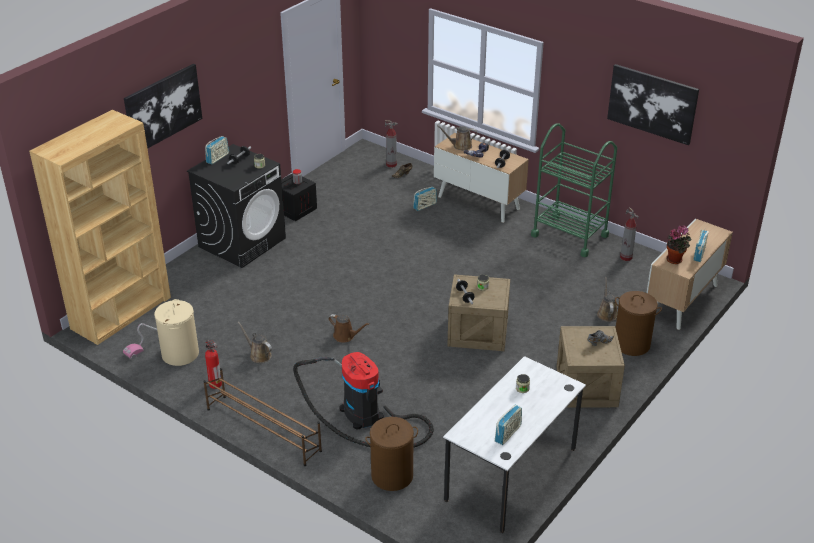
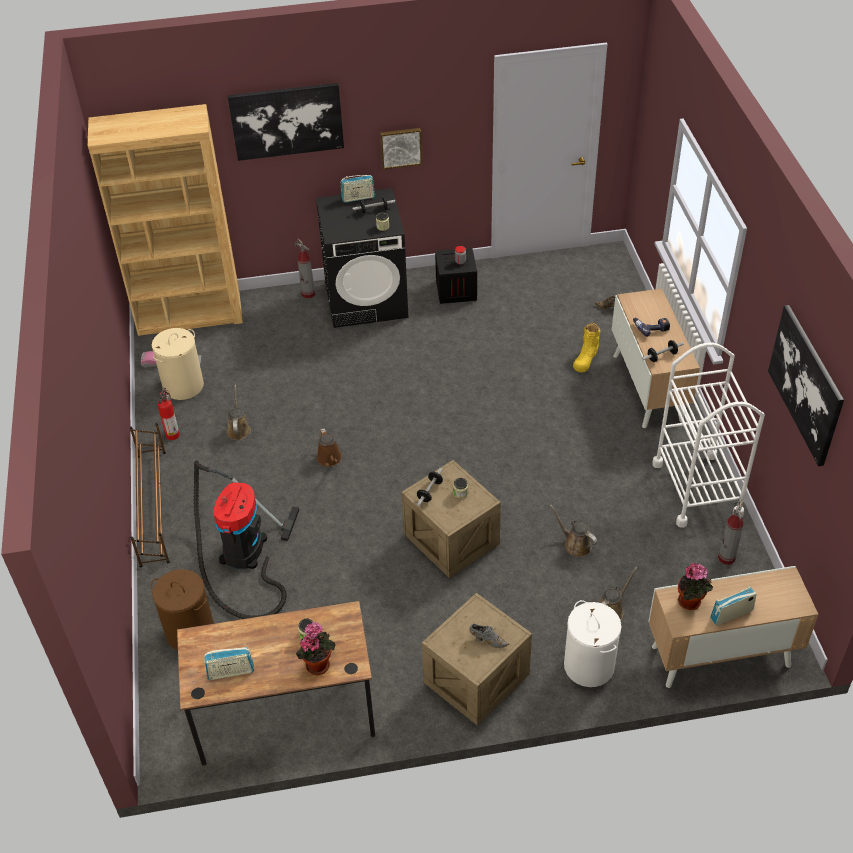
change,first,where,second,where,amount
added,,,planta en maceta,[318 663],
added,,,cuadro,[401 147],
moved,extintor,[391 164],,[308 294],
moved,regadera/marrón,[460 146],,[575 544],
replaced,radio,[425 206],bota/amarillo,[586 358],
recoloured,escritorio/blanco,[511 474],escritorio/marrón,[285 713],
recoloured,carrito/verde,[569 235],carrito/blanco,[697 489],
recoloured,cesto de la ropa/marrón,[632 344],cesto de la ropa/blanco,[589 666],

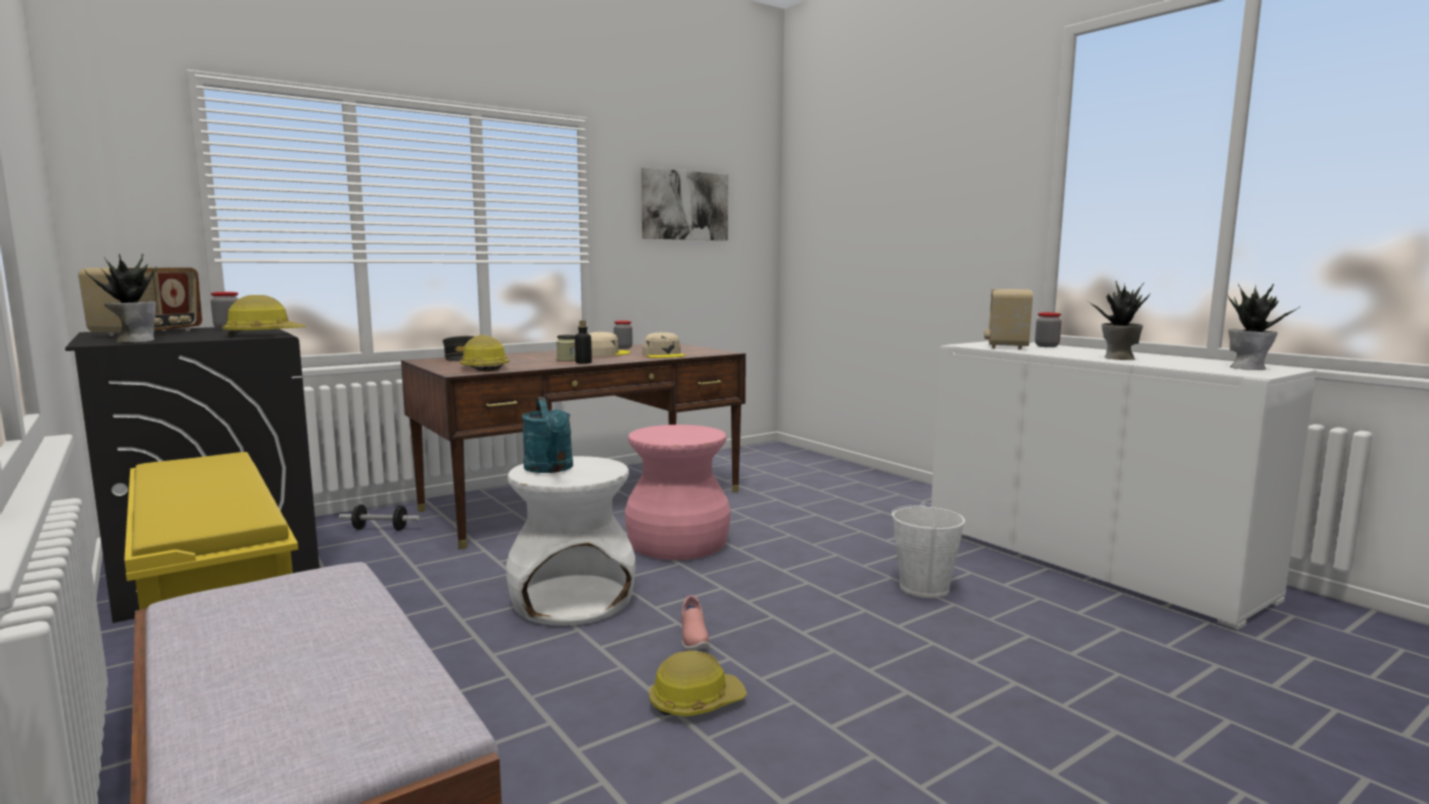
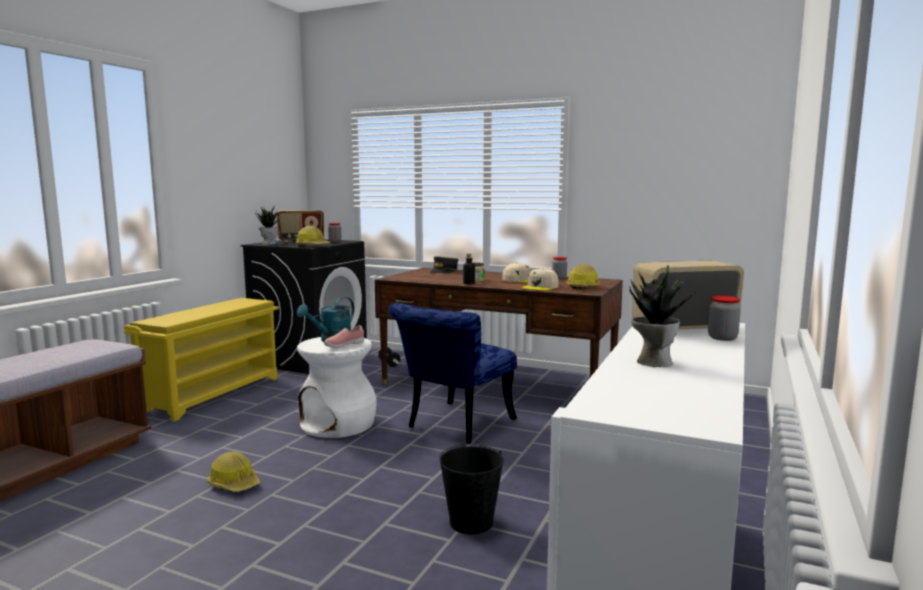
change,first,where,second,where,amount
removed,cuadro,[684 205],,,
removed,planta en maceta,[1248 368],,,
moved,casco,[483 368],,[583 287],
moved,zapato/rosa,[693 639],,[344 346],
replaced,taburete/rosa,[677 544],silla/azul,[454 425],
recoloured,cubo/blanco,[924 587],cubo/negro,[471 522],

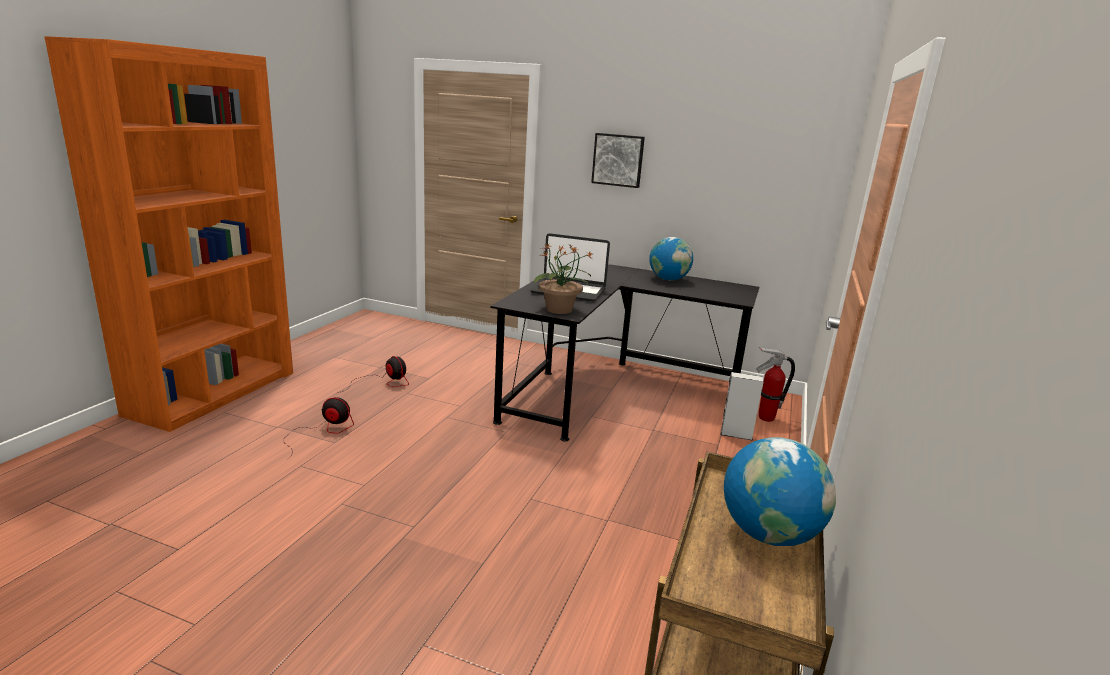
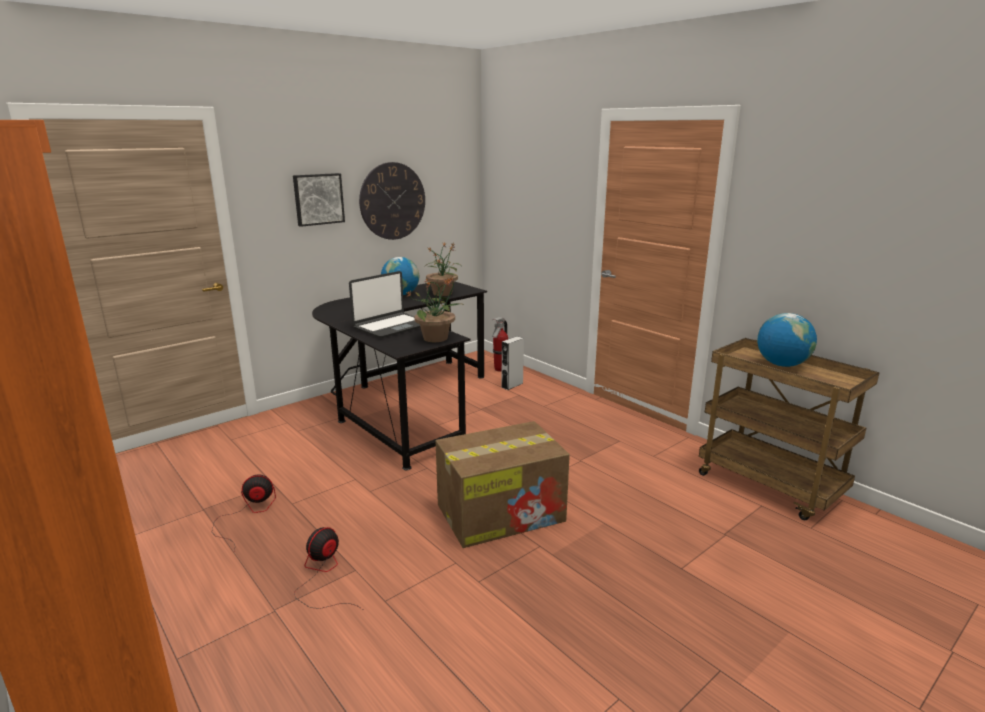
change,first,where,second,where,amount
added,,,reloj de pared,[392 201],
added,,,planta en maceta,[442 293],
added,,,caja de cartón,[502 512],

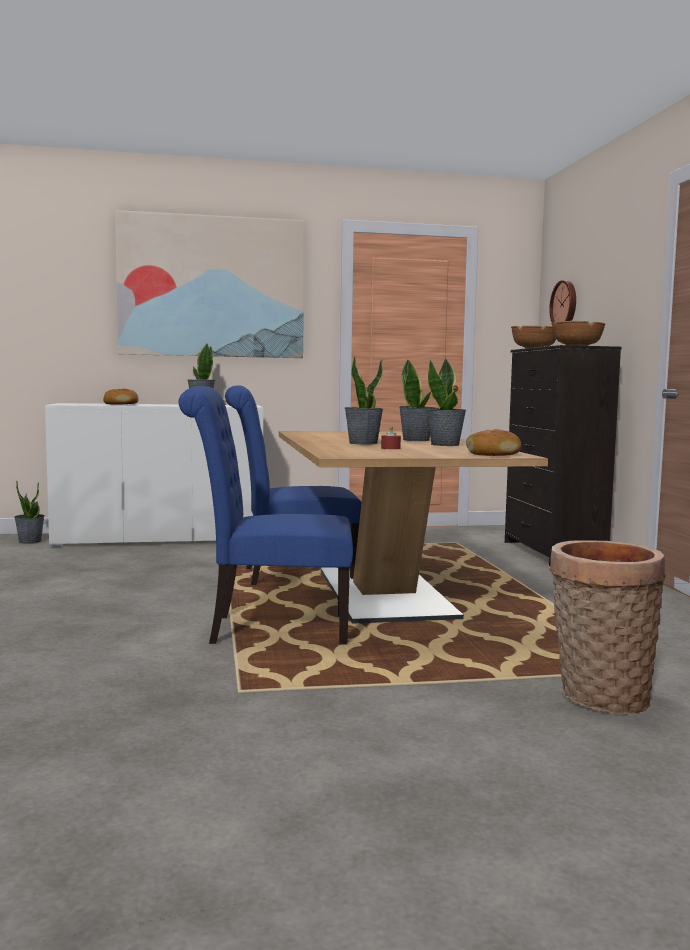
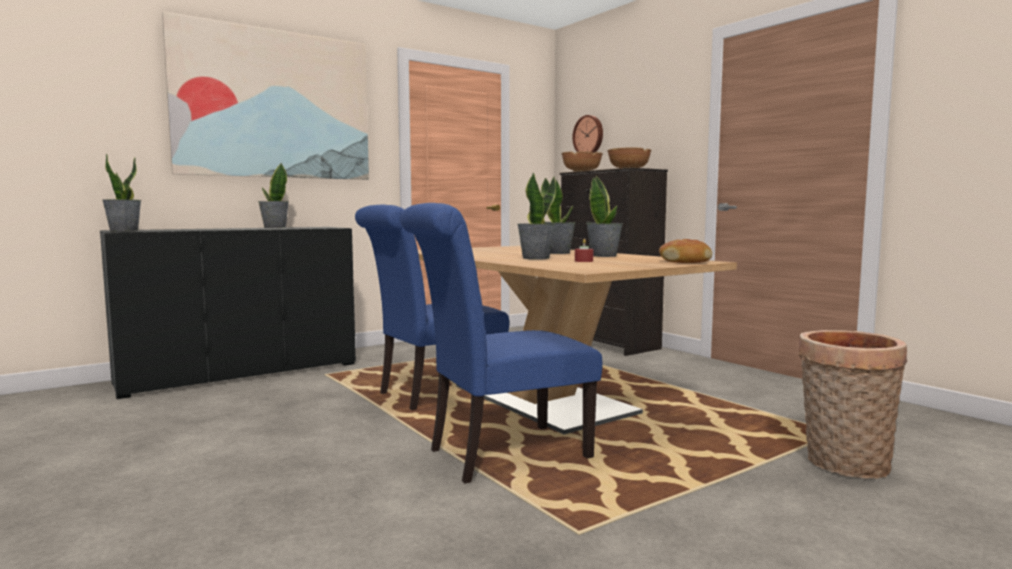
change,first,where,second,where,amount
removed,pan,[121 404],,,
moved,planta en maceta,[30 541],,[124 230],
recoloured,armario/blanco,[160 538],armario/negro,[240 372],

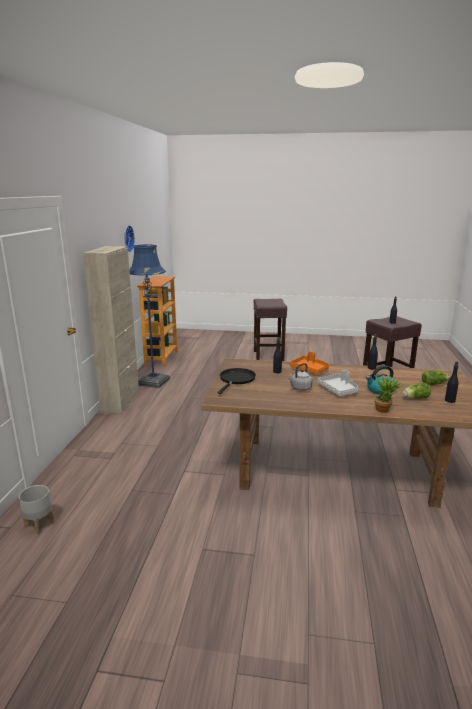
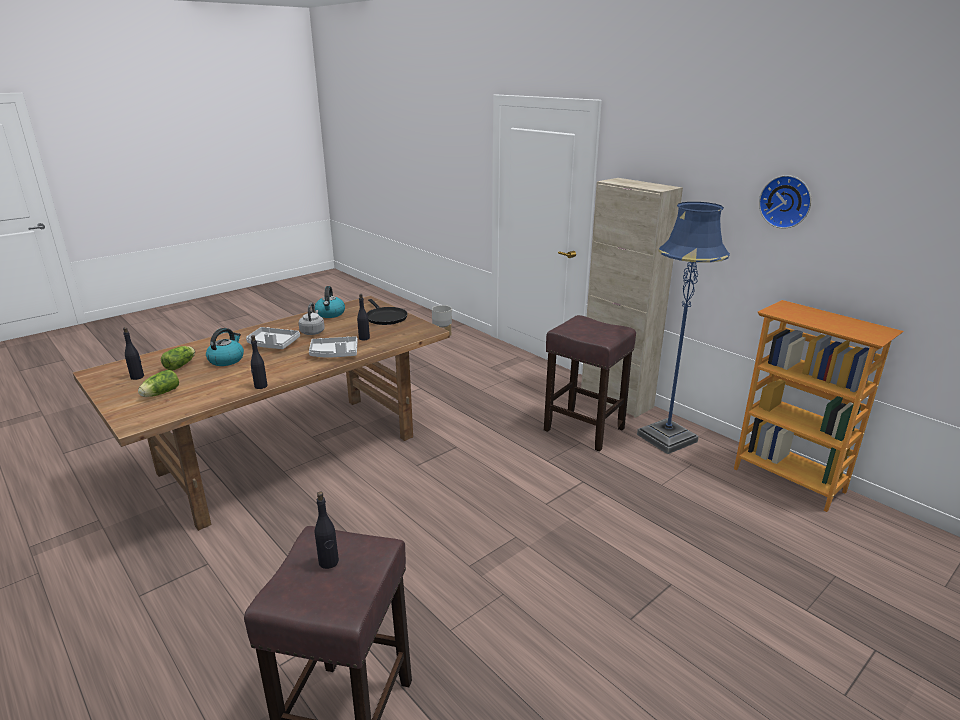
change,first,where,second,where,amount
removed,planta en maceta,[384 409],,,
added,,,hervidor,[330 314],
moved,taburete/marrón,[268 356],,[582 429],
recoloured,bandeja/naranja,[309 369],bandeja/gris,[334 354],

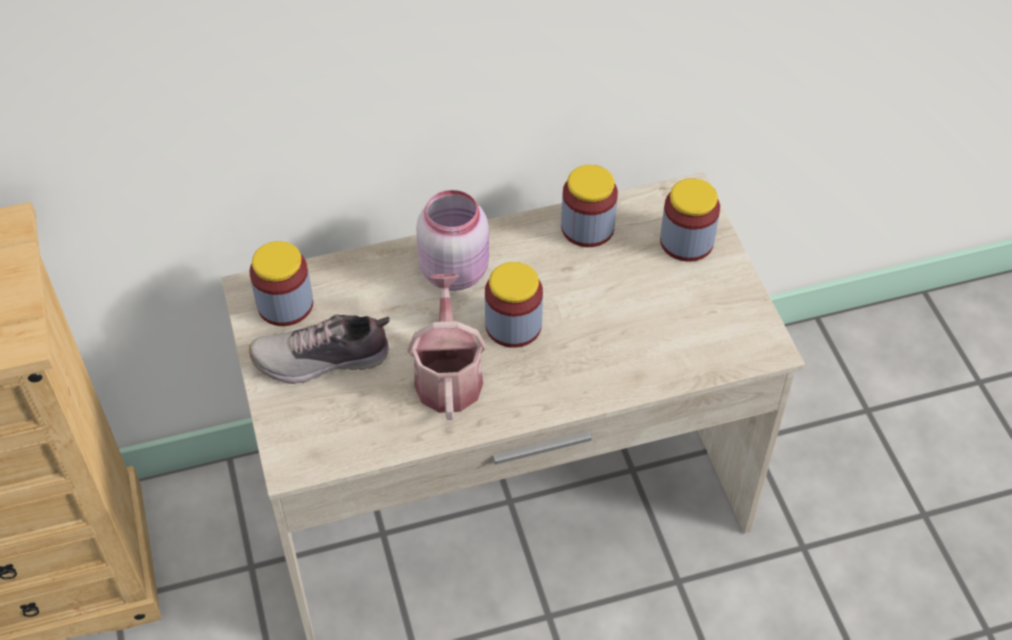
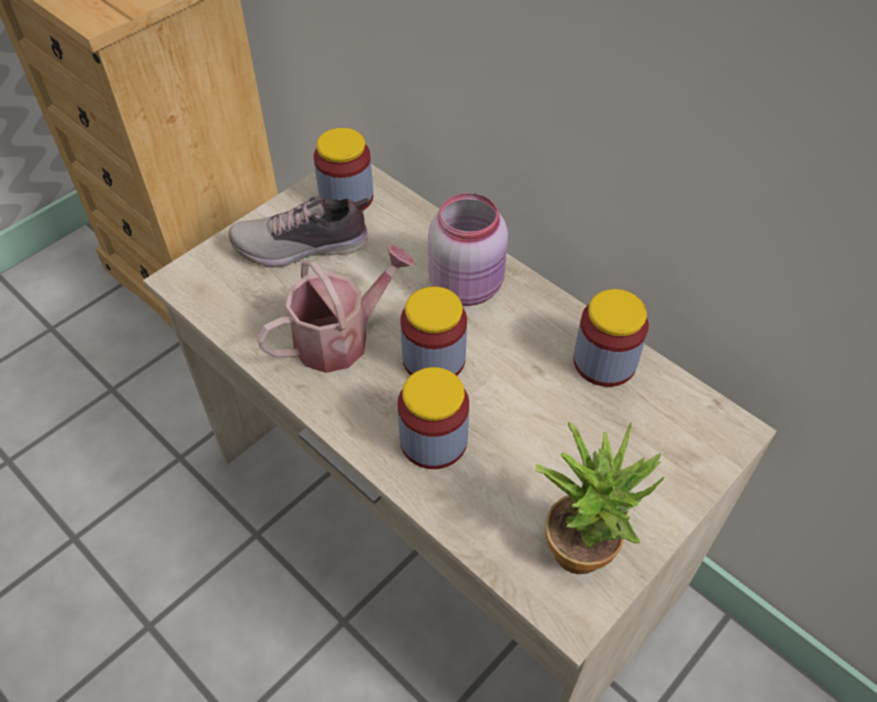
change,first,where,second,where,amount
added,,,planta en maceta,[583 541],
moved,tarro,[686 241],,[433 440],
turned,zapato,[323 360],,[303 247],60 degrees counterclockwise

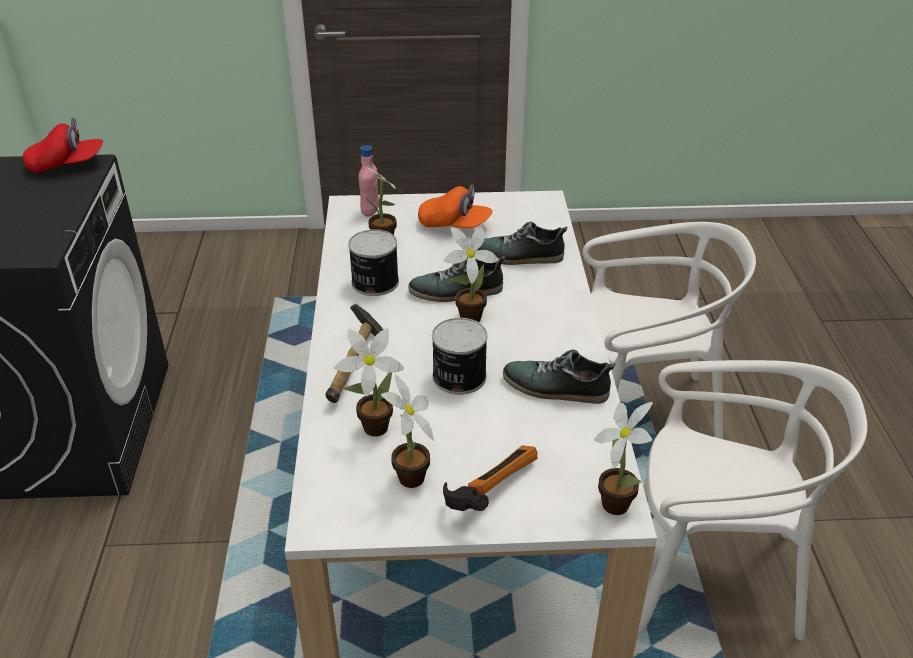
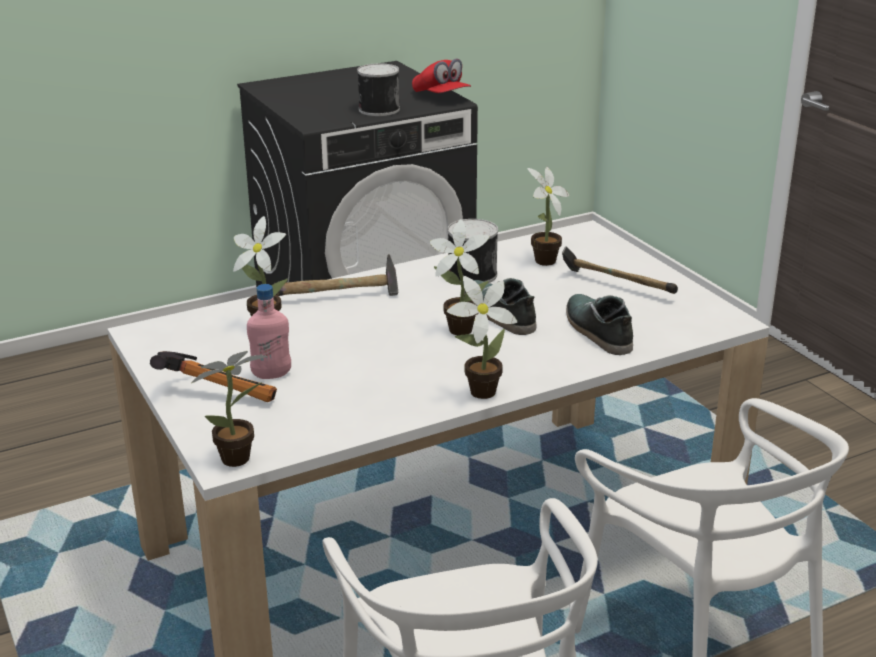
change,first,where,second,where,amount
removed,zapato,[555 388],,,
moved,botella/rosa,[370 211],,[271 375],
moved,planta en maceta,[409 482],,[478 392],
moved,lata,[458 377],,[378 109],
replaced,gorra/naranja,[454 225],martillo,[615 286],

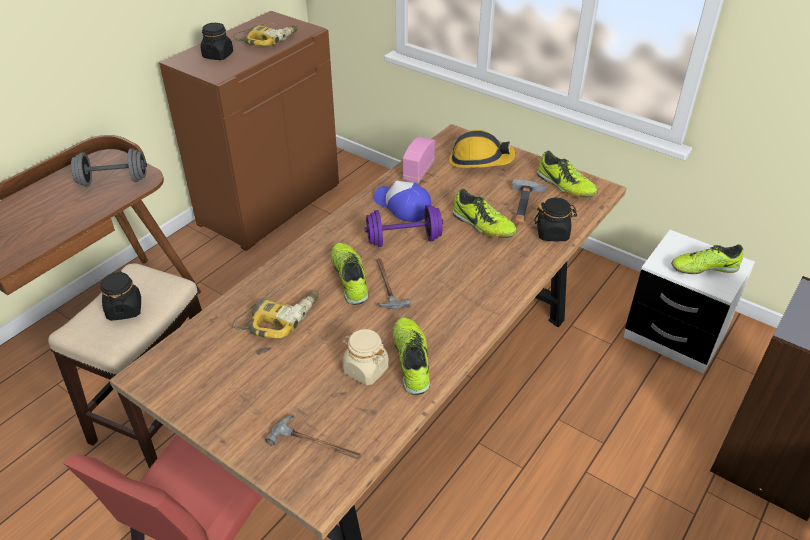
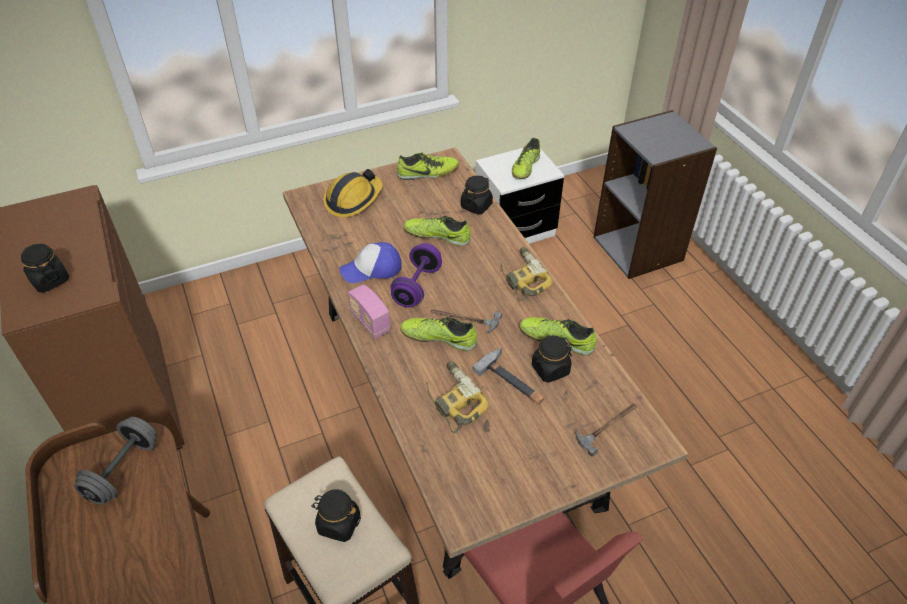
change,first,where,second,where,amount
moved,taladro,[268 39],,[522 278],
moved,radio,[418 172],,[370 322],
moved,martillo,[525 206],,[513 380],
recoloured,tarro/beis,[365 370],tarro/negro,[550 369],
turned,zapato,[483 225],,[437 236],150 degrees counterclockwise

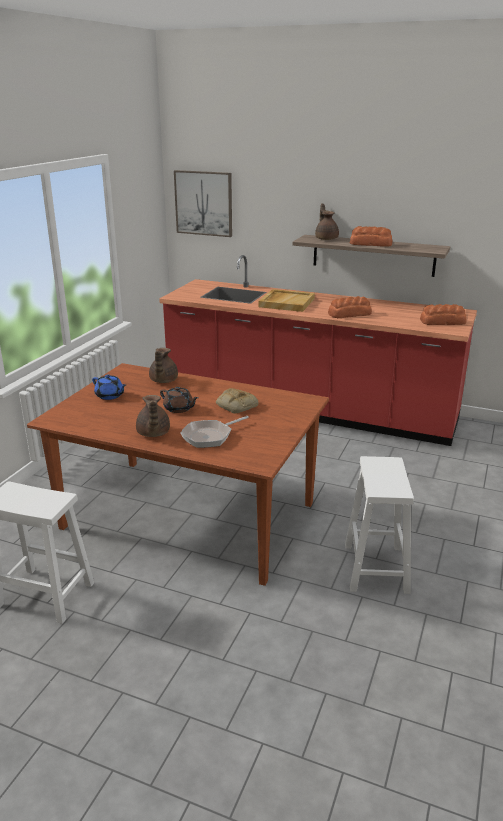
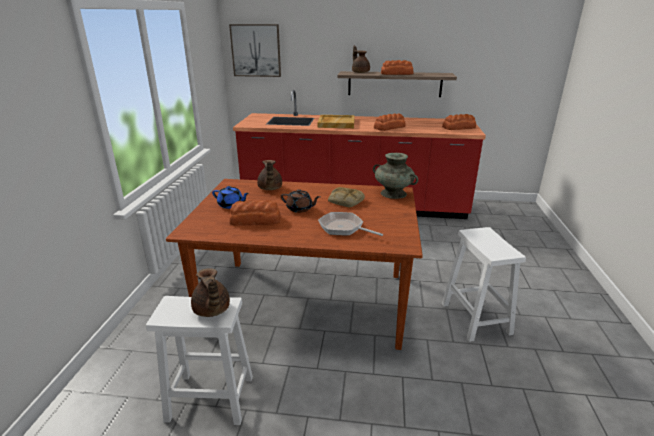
change,first,where,second,where,amount
added,,,pan,[256 220],
added,,,florero/turquesa,[393 193],
moved,tetera/marrón,[153 433],,[211 310],
turned,sartén,[210 436],,[343 228],90 degrees clockwise

